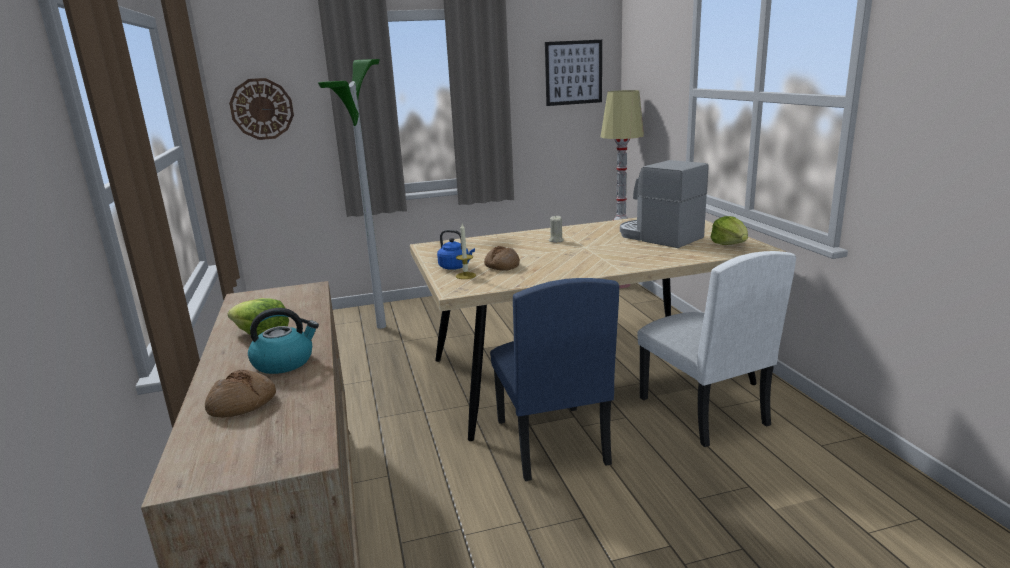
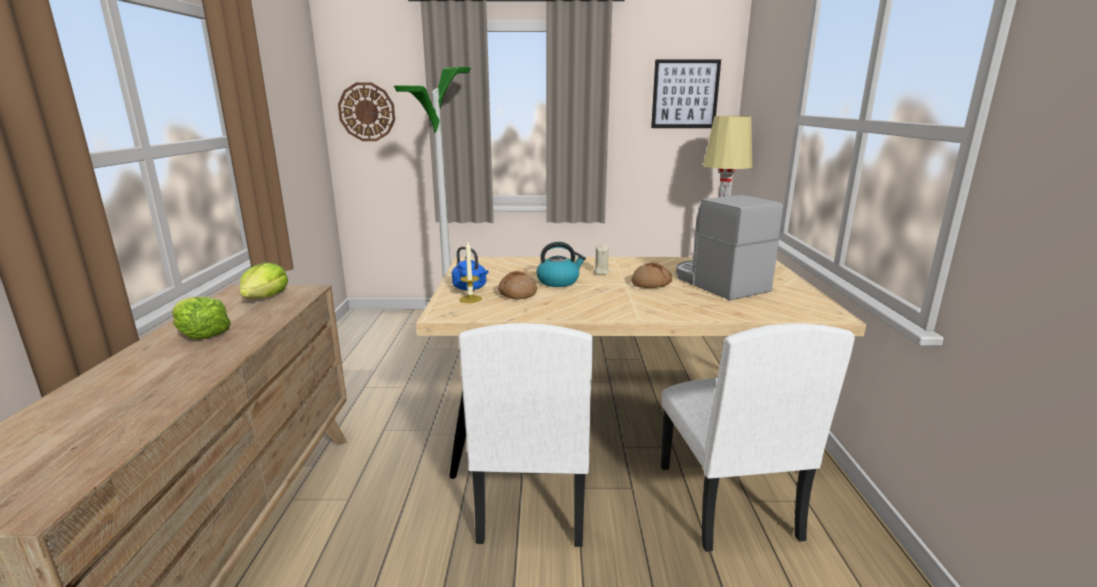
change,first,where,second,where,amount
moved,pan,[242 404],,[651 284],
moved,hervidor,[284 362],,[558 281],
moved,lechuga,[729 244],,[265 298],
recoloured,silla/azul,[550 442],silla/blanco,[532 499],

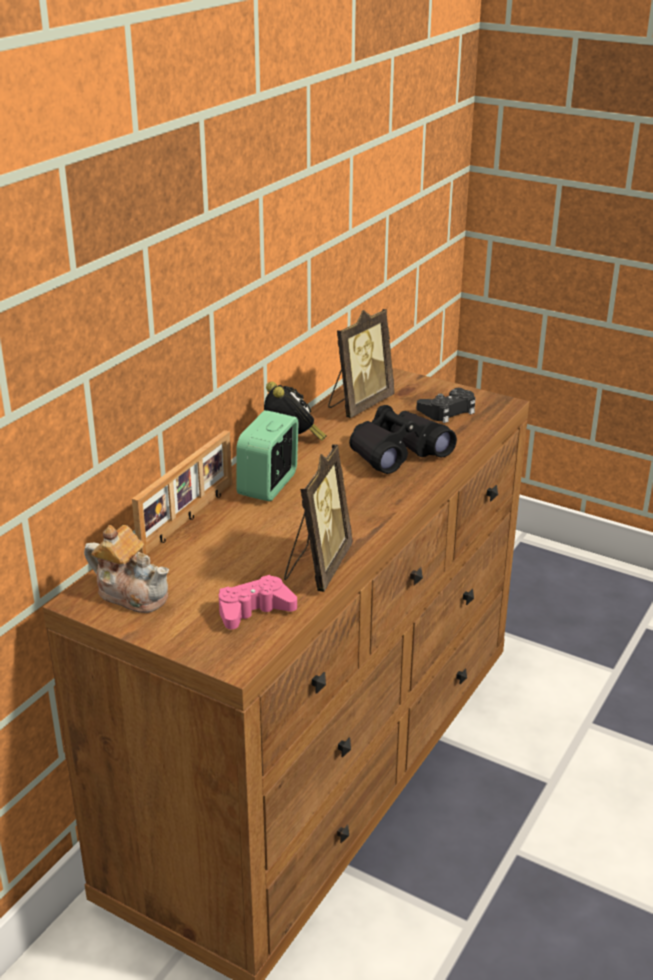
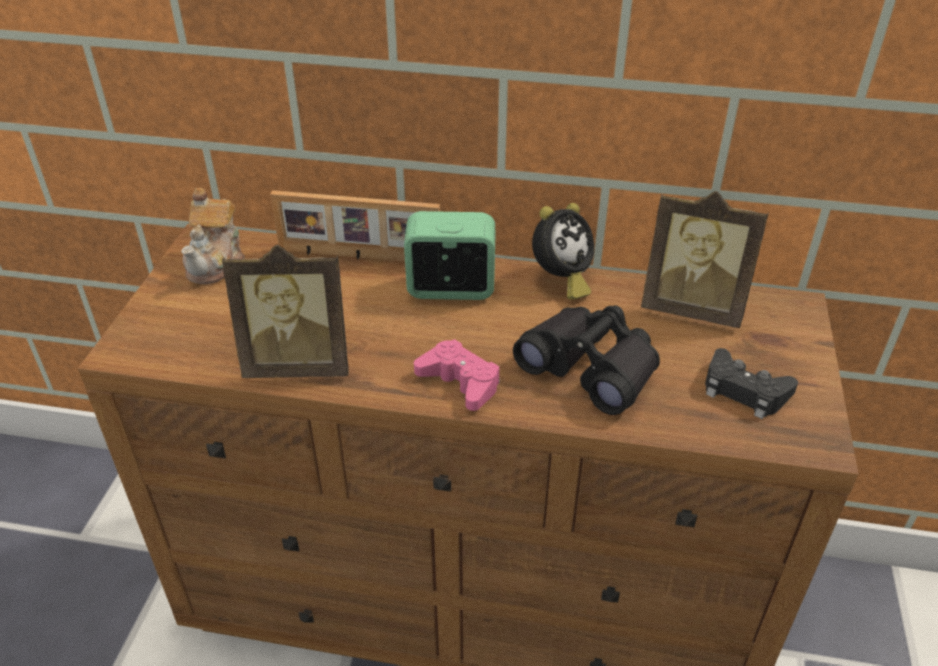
change,first,where,second,where,amount
moved,mando de consola/rosa,[254 610],,[460 382],

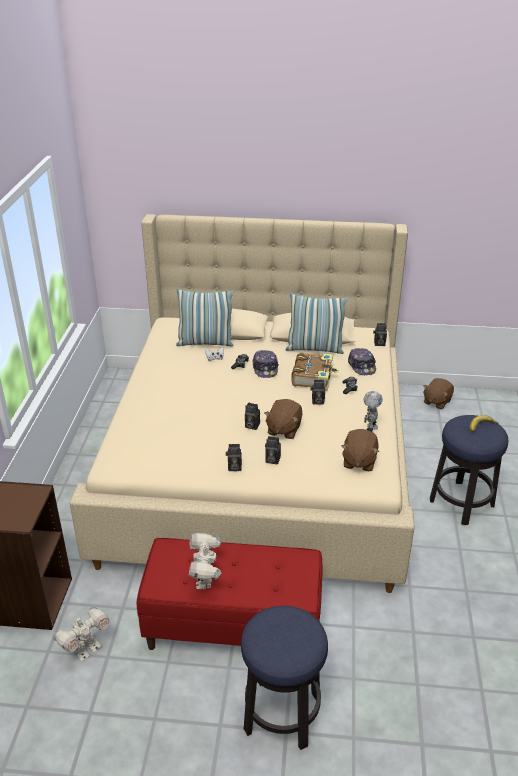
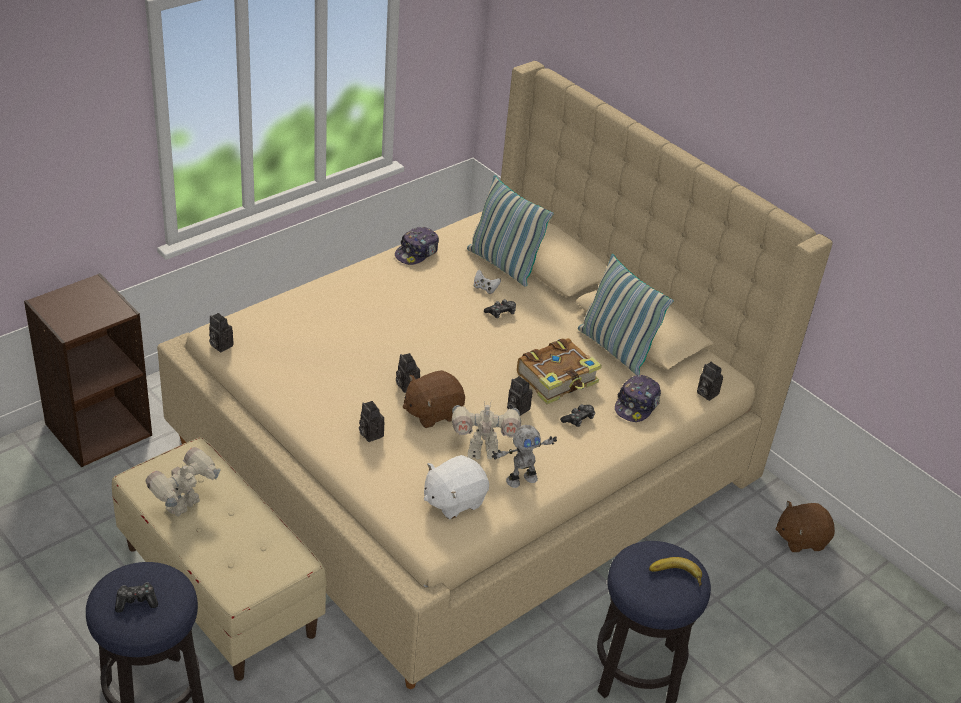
change,first,where,second,where,amount
added,,,mando de consola,[136 601],
moved,robot de juguete,[86 649],,[483 451],
moved,cámara,[233 467],,[219 345],
moved,gorra,[265 368],,[417 252],
recoloured,banco/rojo,[234 626],banco/beis,[221 590],
recoloured,peluche/marrón,[358 461],peluche/blanco,[453 500],

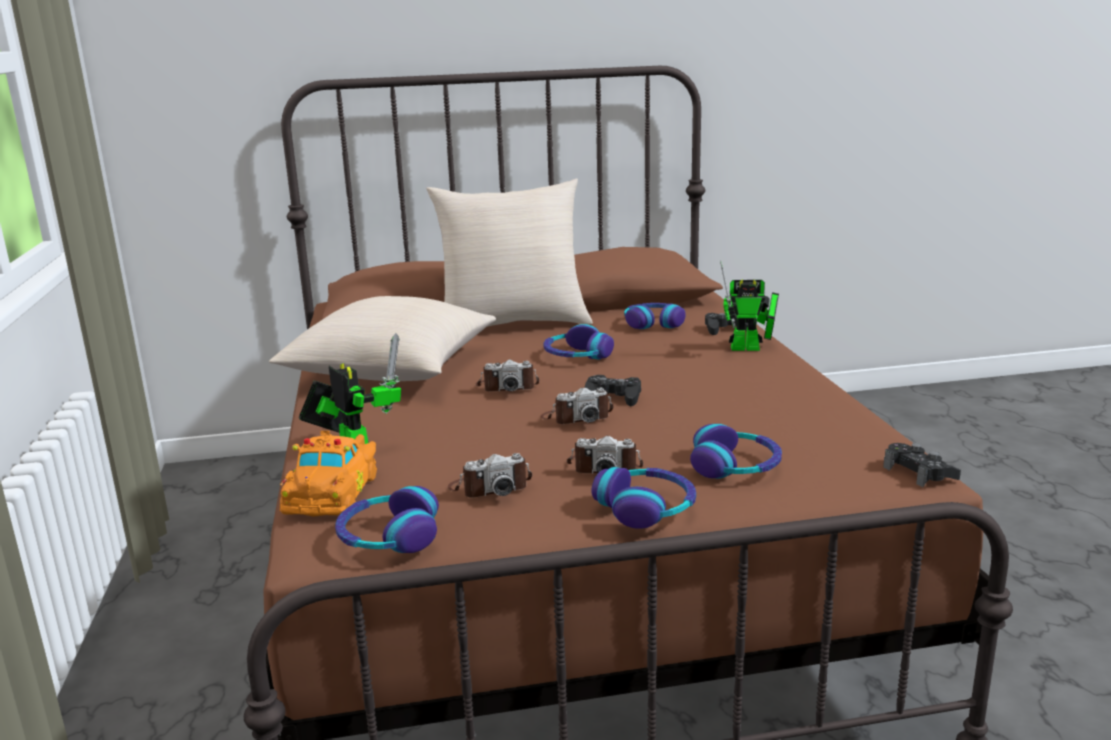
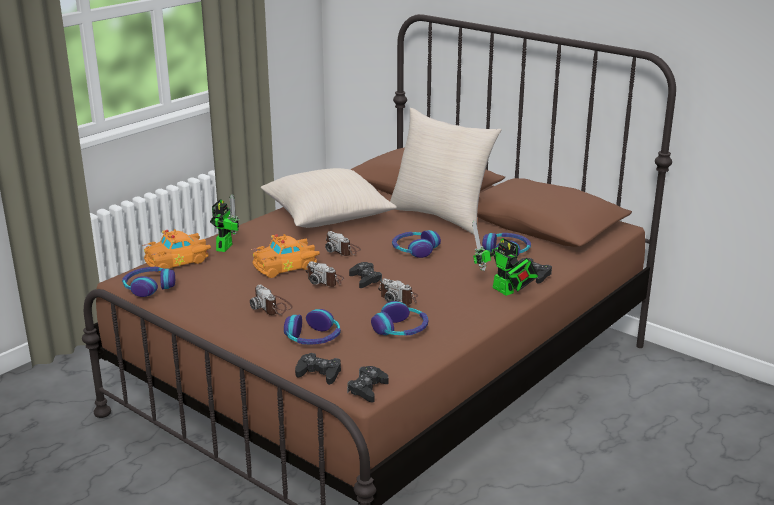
change,first,where,second,where,amount
added,,,coche de juguete/naranja,[286 266],
added,,,mando de consola/negro,[319 373],
moved,cámara,[490 487],,[399 298],
moved,auriculares,[646 508],,[401 329],

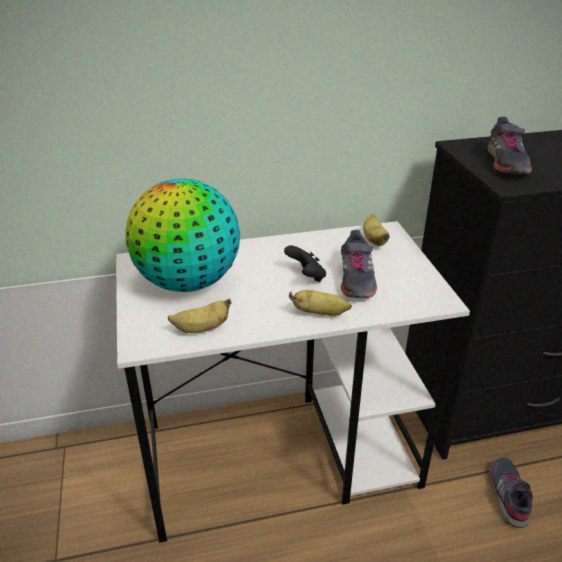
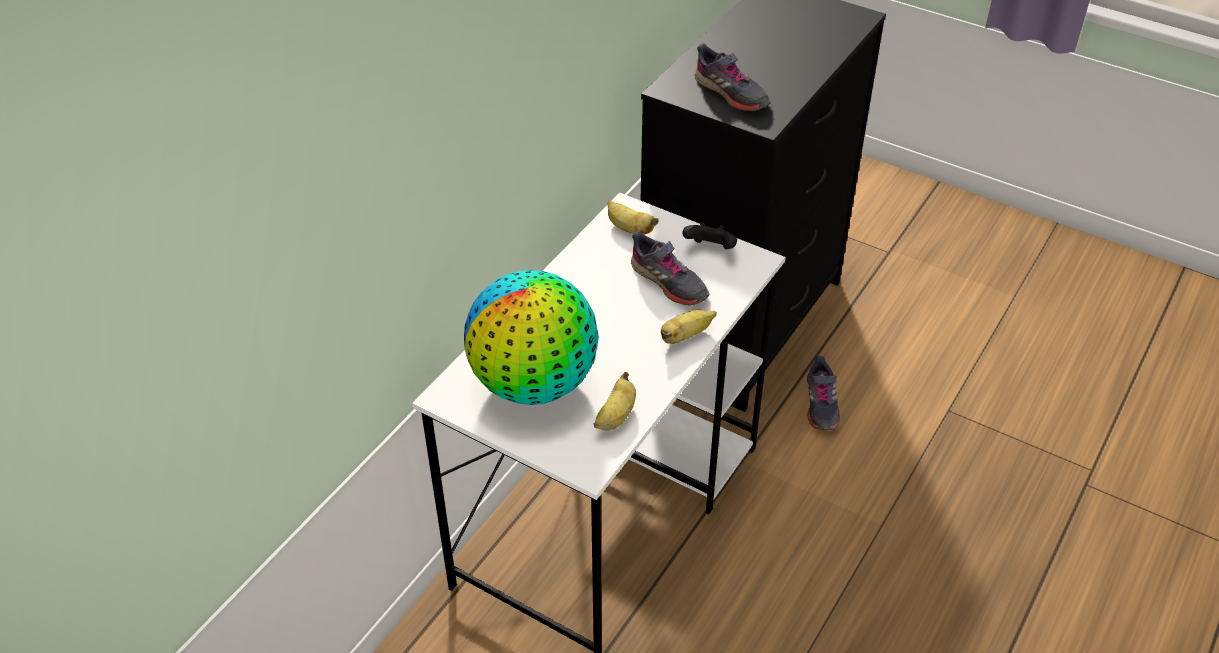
change,first,where,second,where,amount
moved,mando de consola/negro,[306 276],,[710 249],
turned,zapato/gris,[508 495],,[820 405],135 degrees counterclockwise

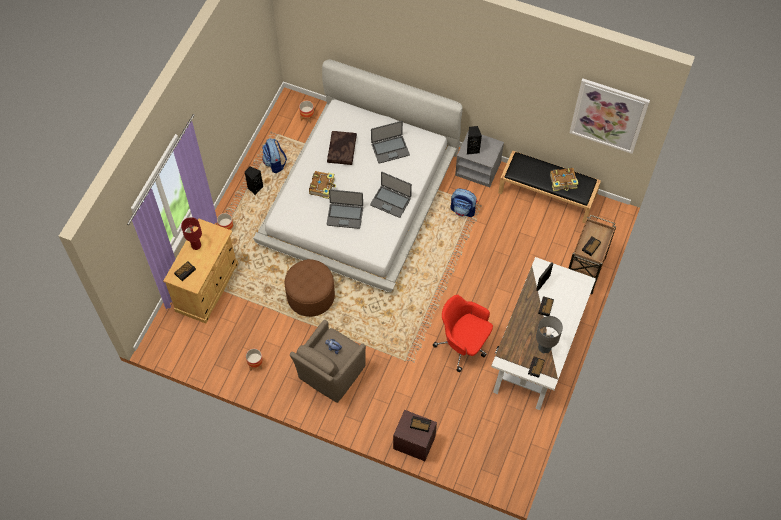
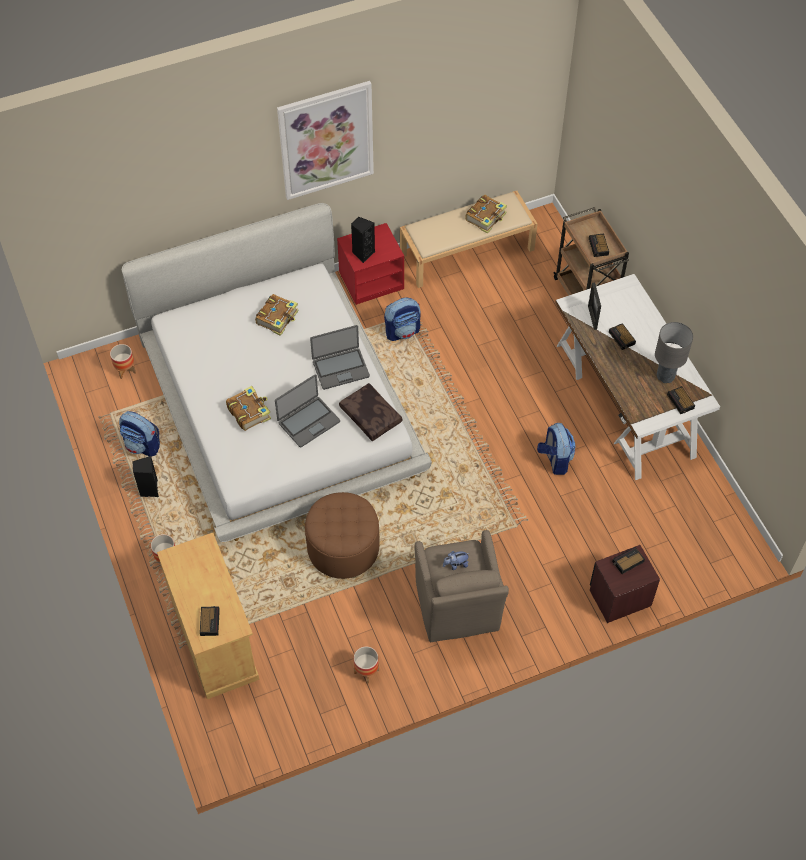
change,first,where,second,where,amount
removed,lámpara de mesa/rojo,[196 246],,,
moved,cojín/marrón,[342 151],,[371 416],
moved,cuadro,[608 115],,[326 140],
replaced,portátil,[390 149],libro,[278 318],
replaced,silla de oficina/rojo,[463 344],mochila,[555 460],
recoloured,mesita de noche/gris,[478 169],mesita de noche/rojo,[371 280],
recoloured,banco/negro,[548 194],banco/beis,[467 251],

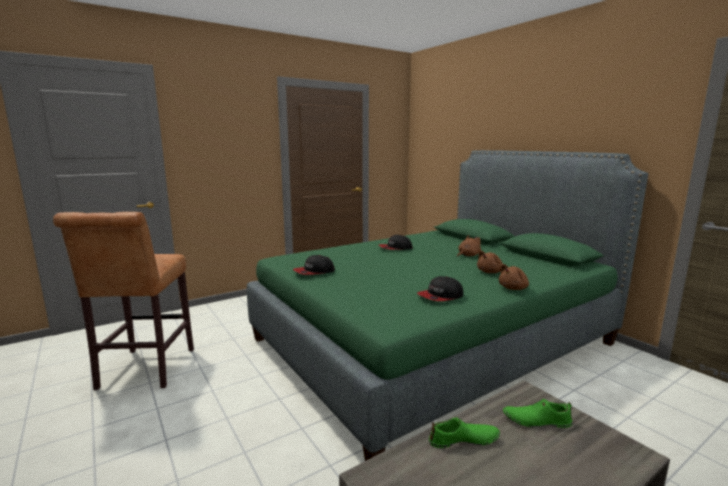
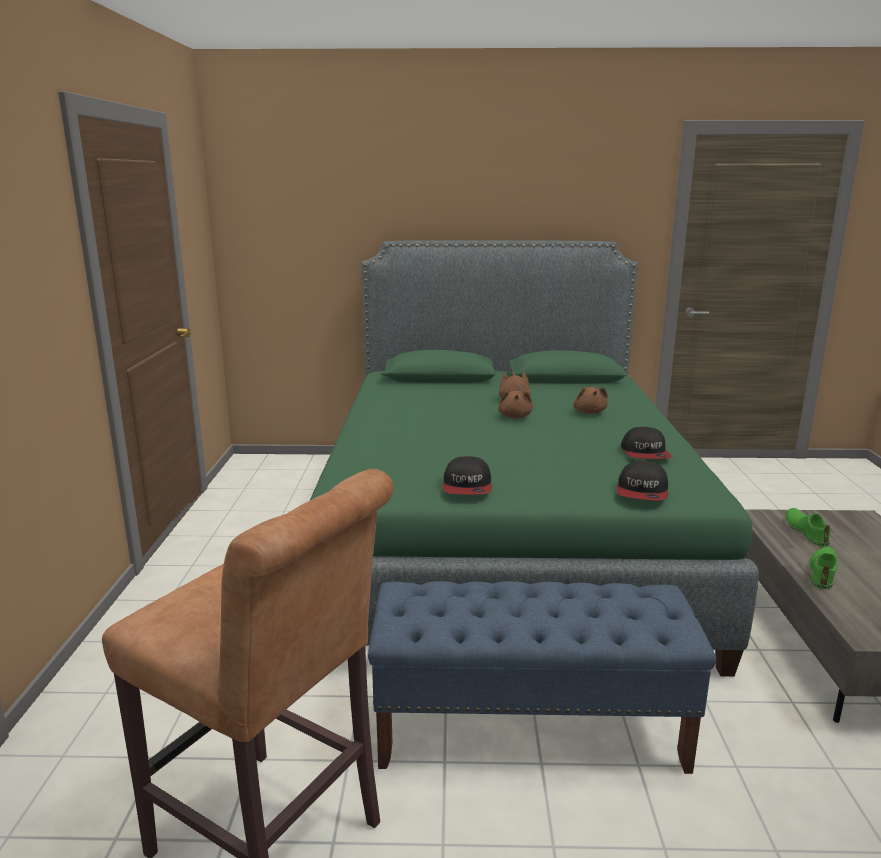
change,first,where,second,where,amount
added,,,banco/azul,[530 730],
moved,gorra,[395 248],,[642 492],
moved,peluche/marrón,[514 288],,[515 416],
turned,zapato/verde,[536 420],,[806 531],135 degrees clockwise

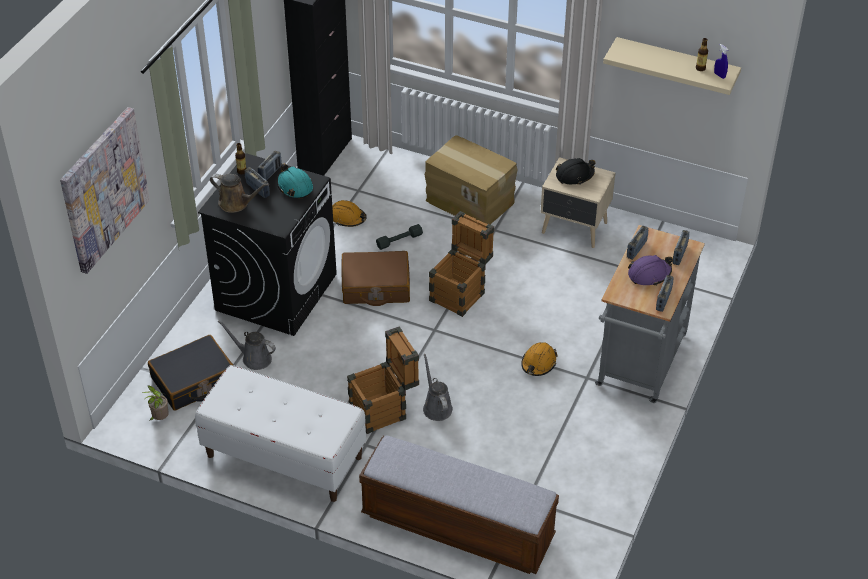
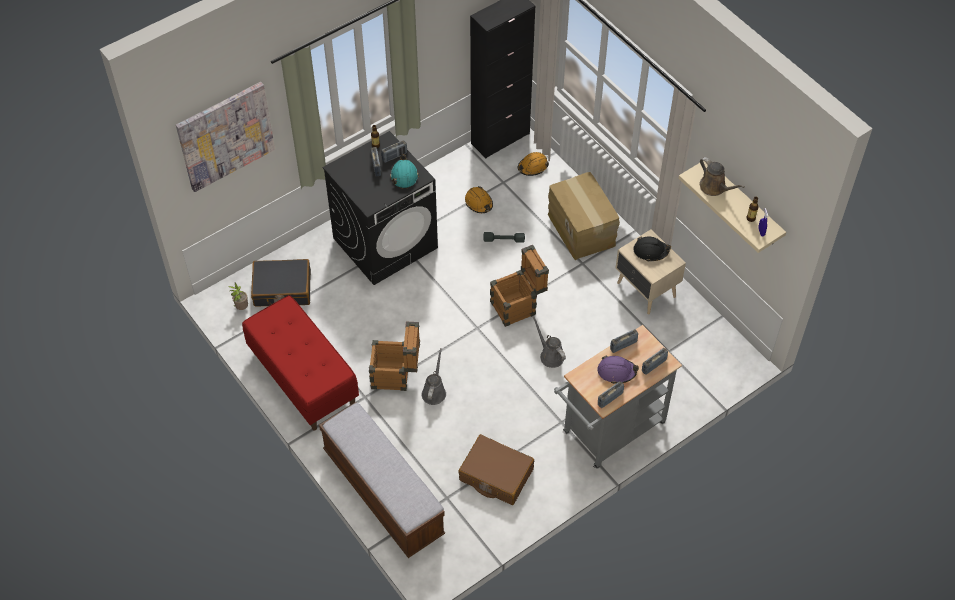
change,first,where,second,where,amount
moved,regadera/marrón,[236 203],,[714 187],
moved,regadera/gris,[254 358],,[550 355],
moved,maleta/marrón,[375 286],,[496 475],
moved,casco/naranja,[538 363],,[532 167],
recoloured,banco/blanco,[284 457],banco/rojo,[303 378],

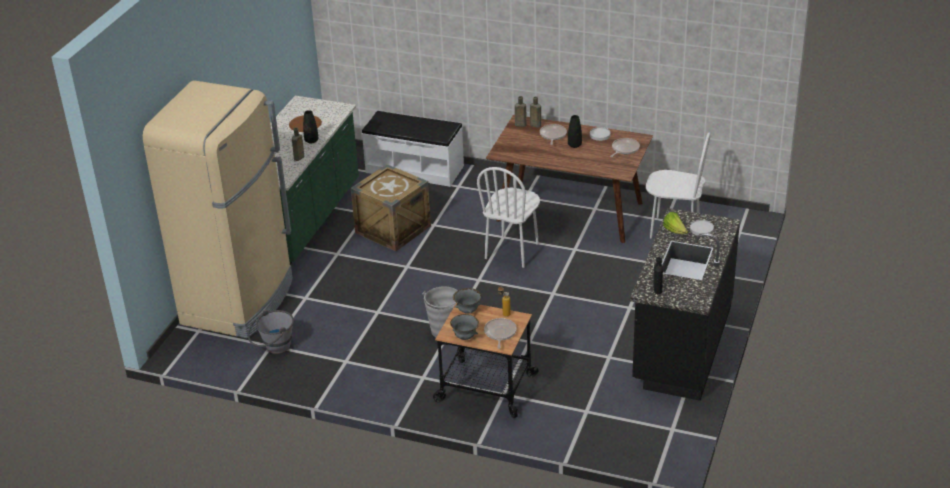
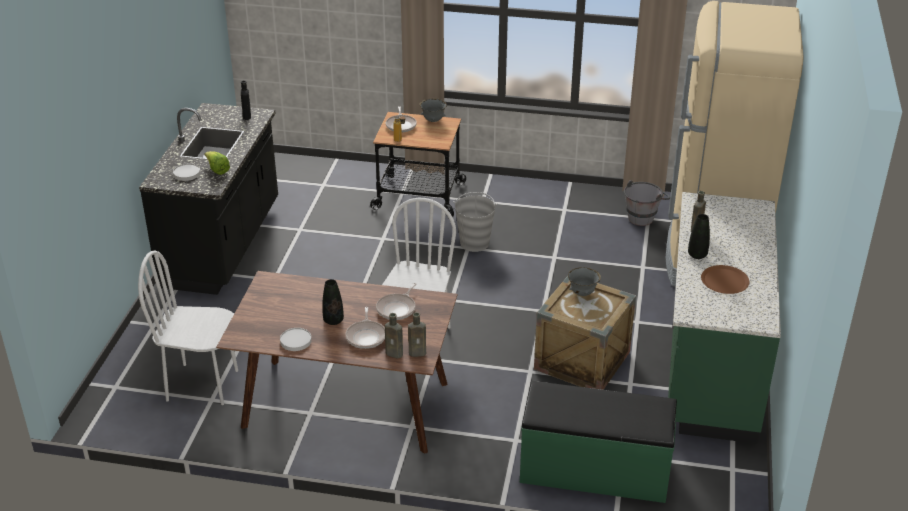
change,first,where,second,where,amount
moved,cuenco/gris,[468 311],,[582 293],
moved,sartén,[624 149],,[397 308],
recoloured,banco/blanco,[415 169],banco/verde,[594 470],

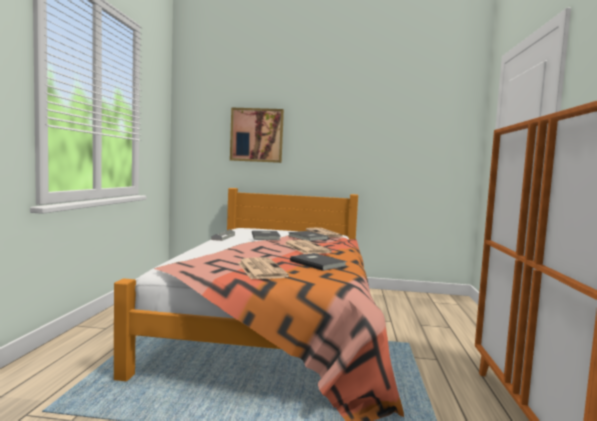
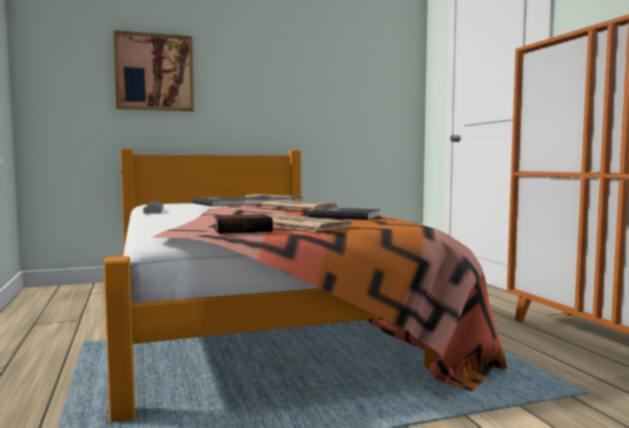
change,first,where,second,where,amount
added,,,libro,[243 230],

